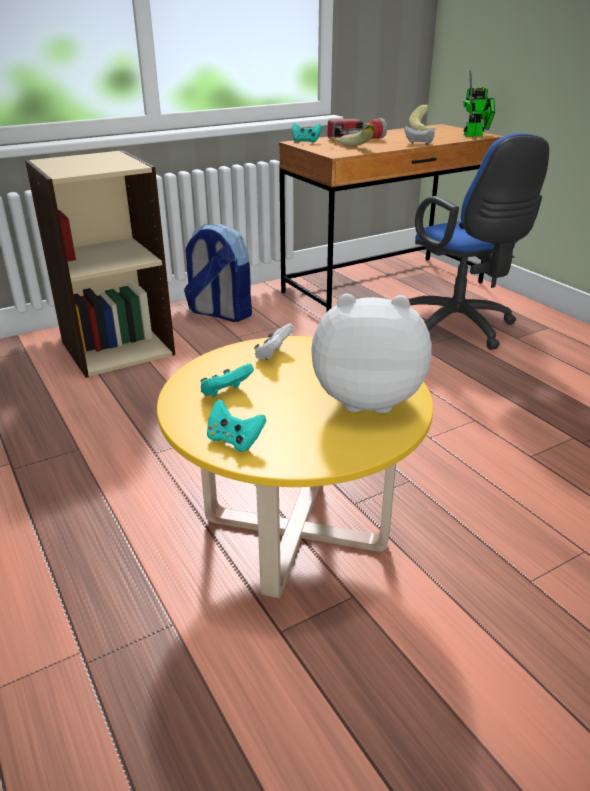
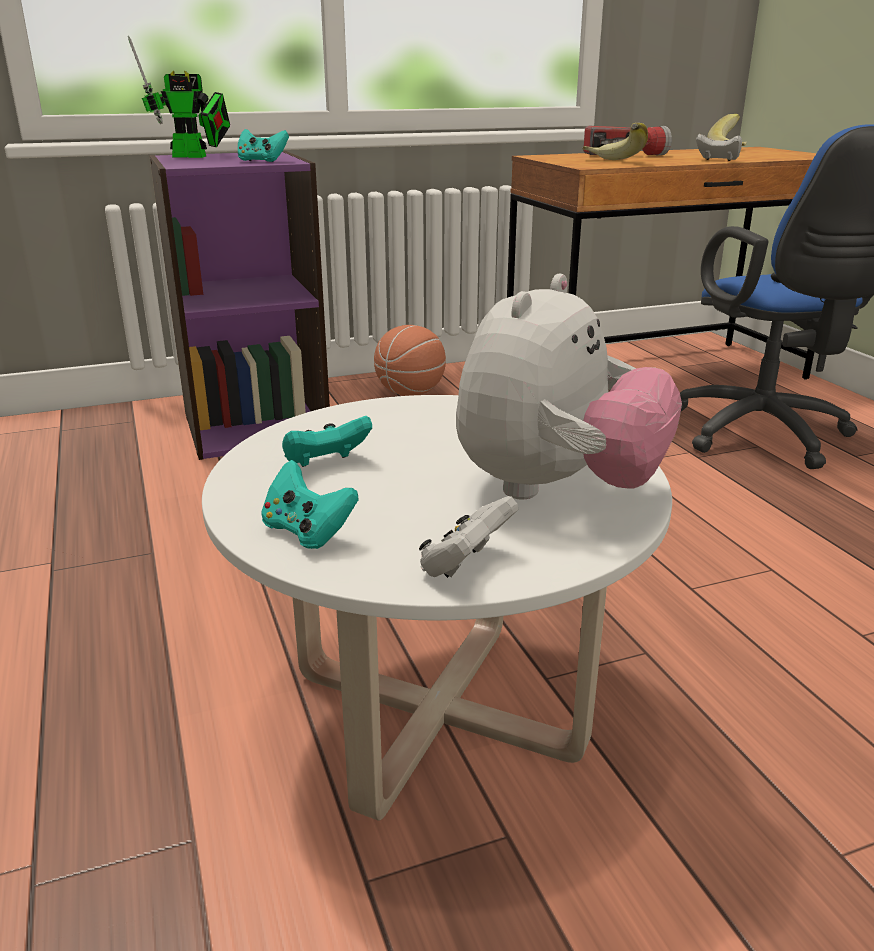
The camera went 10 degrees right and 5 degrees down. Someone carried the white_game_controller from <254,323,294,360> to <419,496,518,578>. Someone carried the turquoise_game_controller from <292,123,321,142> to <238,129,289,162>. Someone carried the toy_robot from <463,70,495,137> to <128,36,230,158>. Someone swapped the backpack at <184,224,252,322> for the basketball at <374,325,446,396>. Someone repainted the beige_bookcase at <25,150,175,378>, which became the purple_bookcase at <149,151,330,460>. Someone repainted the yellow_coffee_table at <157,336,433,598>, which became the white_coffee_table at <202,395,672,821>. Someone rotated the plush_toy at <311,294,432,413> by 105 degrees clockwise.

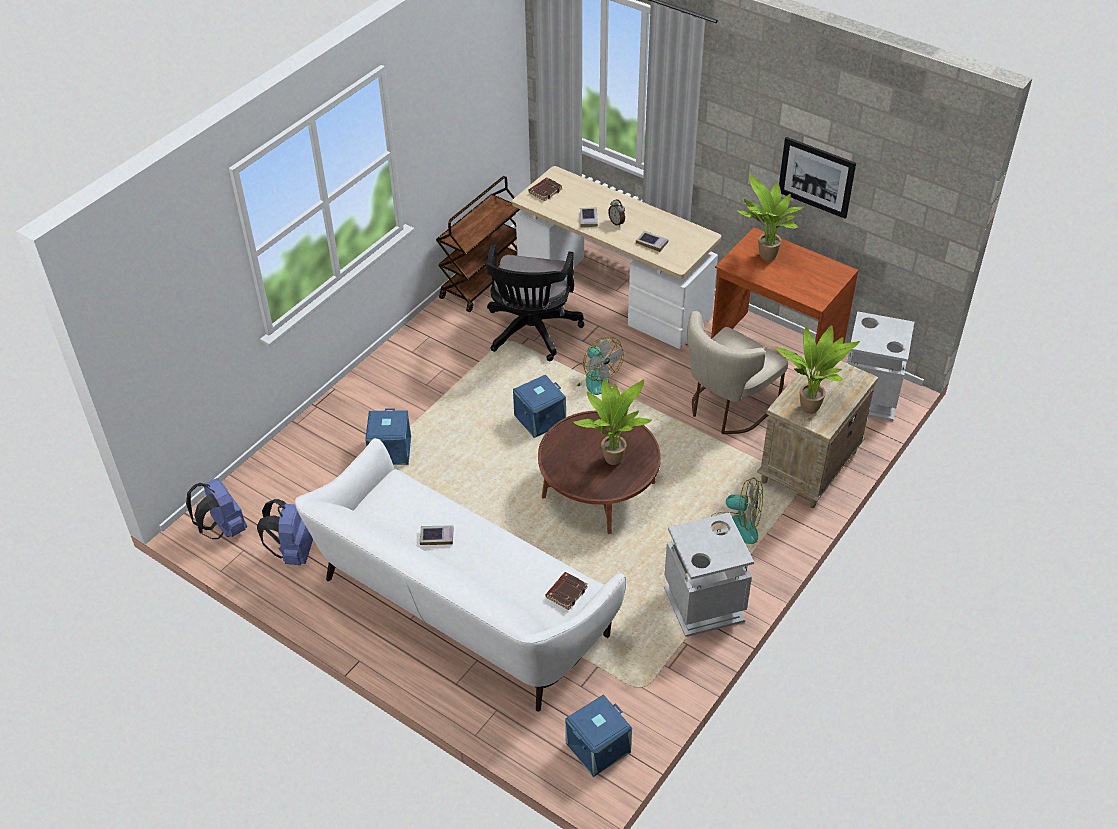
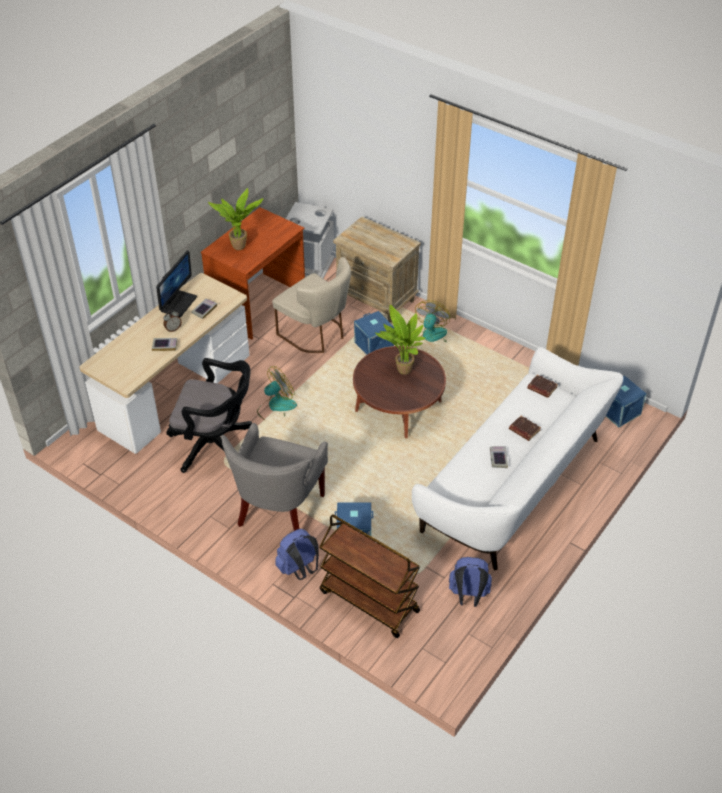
The camera went 90 degrees left and 0 degrees up. Someone took away the grey_trash_can at <664,512,754,637>. Someone took away the potted_plant at <776,325,860,414>. Someone took away the picture at <779,137,856,219>. Someone put down the monitor at <156,250,197,317>. Someone put down the grey_armchair at <221,423,328,531>. Someone carried the blue_backpack from <186,478,247,539> to <275,529,319,580>. Someone carried the brown_cart from <436,176,520,312> to <319,515,420,638>. Someone carried the blue_storage_box from <513,374,566,438> to <354,311,394,355>. Someone carried the brown_book from <529,178,563,201> to <509,416,541,441>.

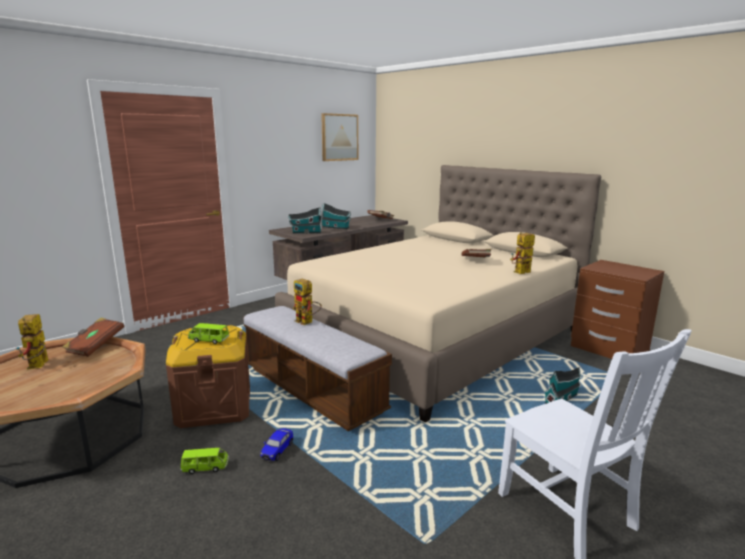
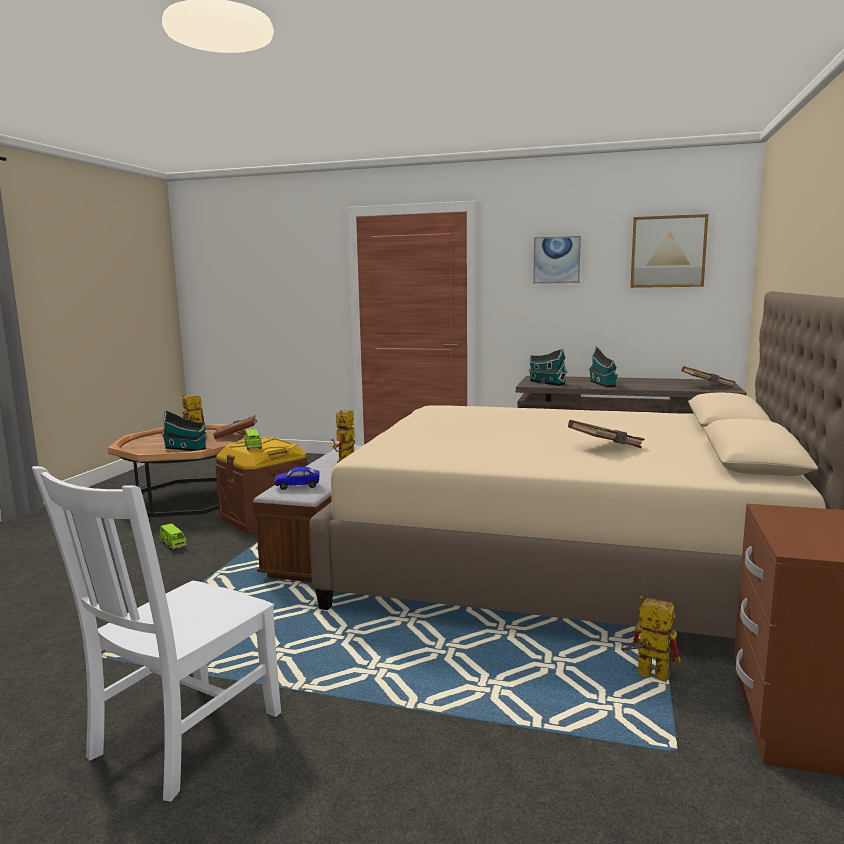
The camera went 60 degrees right and 5 degrees down. Someone put up the picture at <533,236,581,284>. Someone carried the toy_car from <260,428,293,461> to <274,467,319,490>. Someone carried the toy_robot from <510,232,535,274> to <621,596,681,682>. Someone carried the toy_house from <544,367,581,404> to <162,410,208,451>.

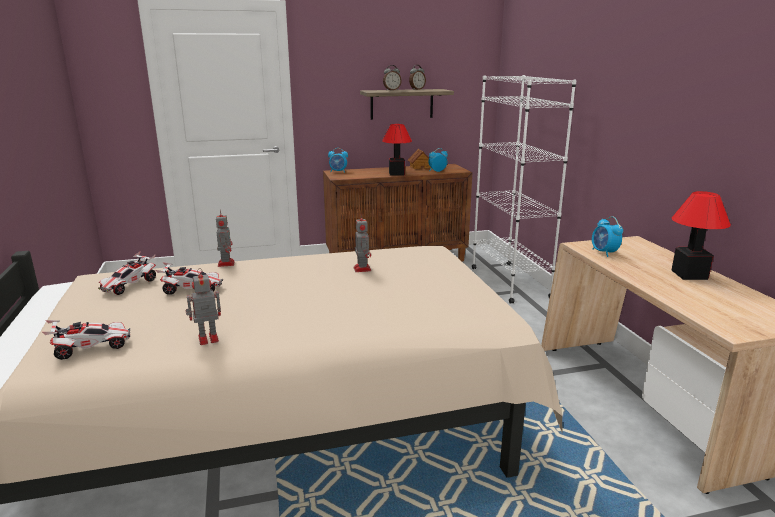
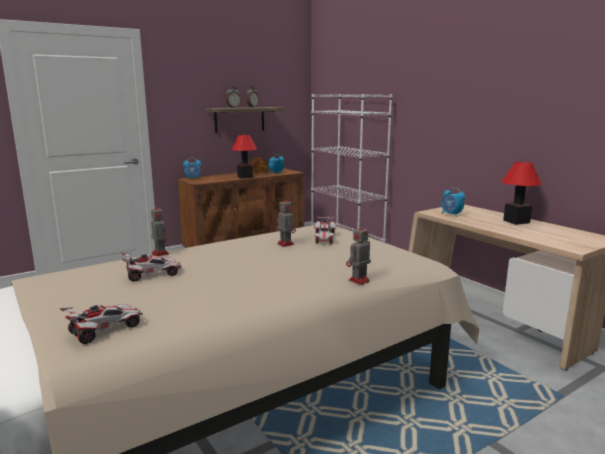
The camera went 20 degrees left and 5 degrees down. Someone carried the toy_car from <98,252,156,295> to <314,215,336,244>. Someone carried the toy_robot from <186,268,221,345> to <346,222,371,285>.

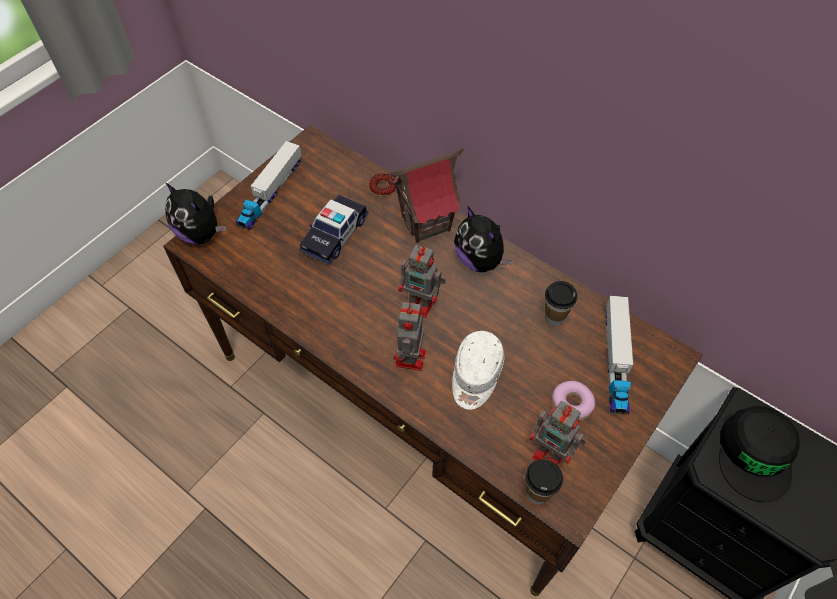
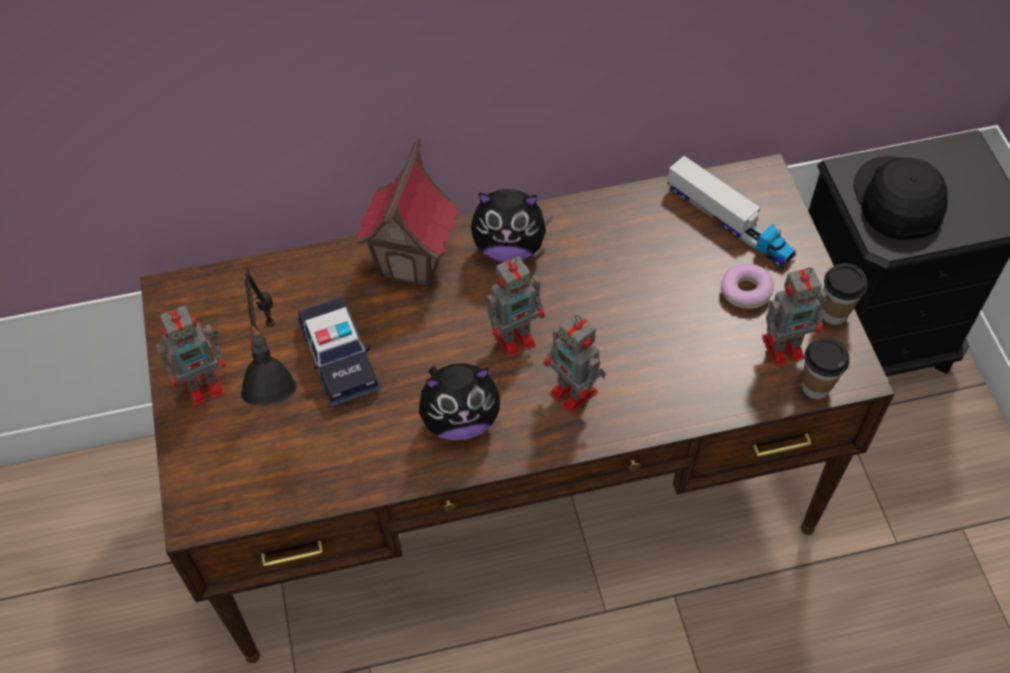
The camera went 50 degrees left and 0 degrees up. Someone took away the donut at <369,173,396,197>. Someone took away the white_cap at <452,331,504,410>. Someone put down the black_table_lamp at <241,268,297,406>. Someone carried the plush_toy from <165,183,227,244> to <419,363,501,440>. Someone carried the cup from <545,281,577,326> to <822,263,868,325>. Someone swapped the toy_truck at <236,141,302,230> for the toy_robot at <156,306,226,405>. Someone rotated the black_cap at <719,406,800,502> by 150 degrees counterclockwise.

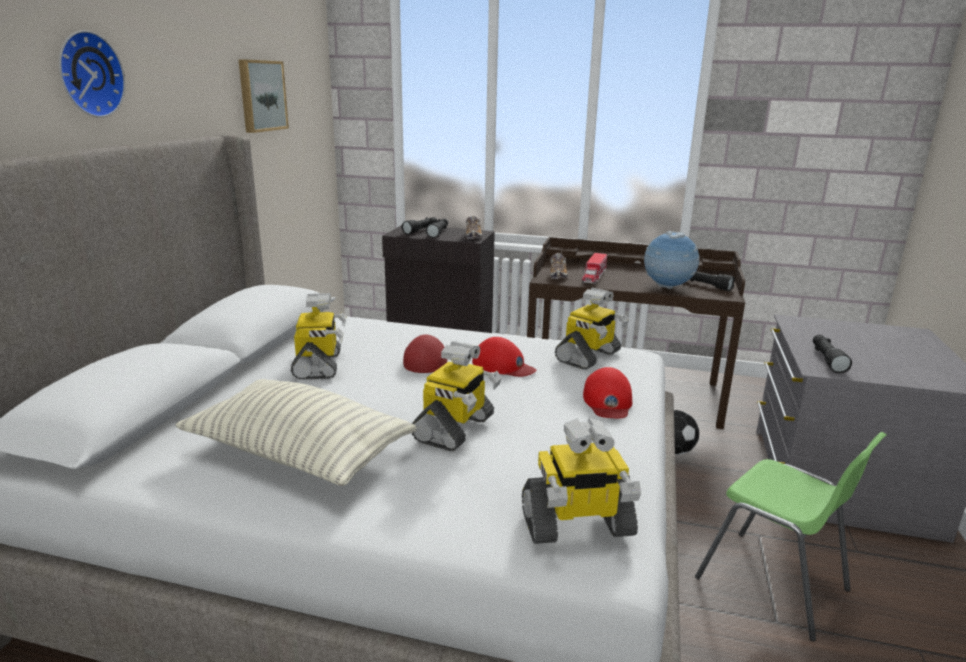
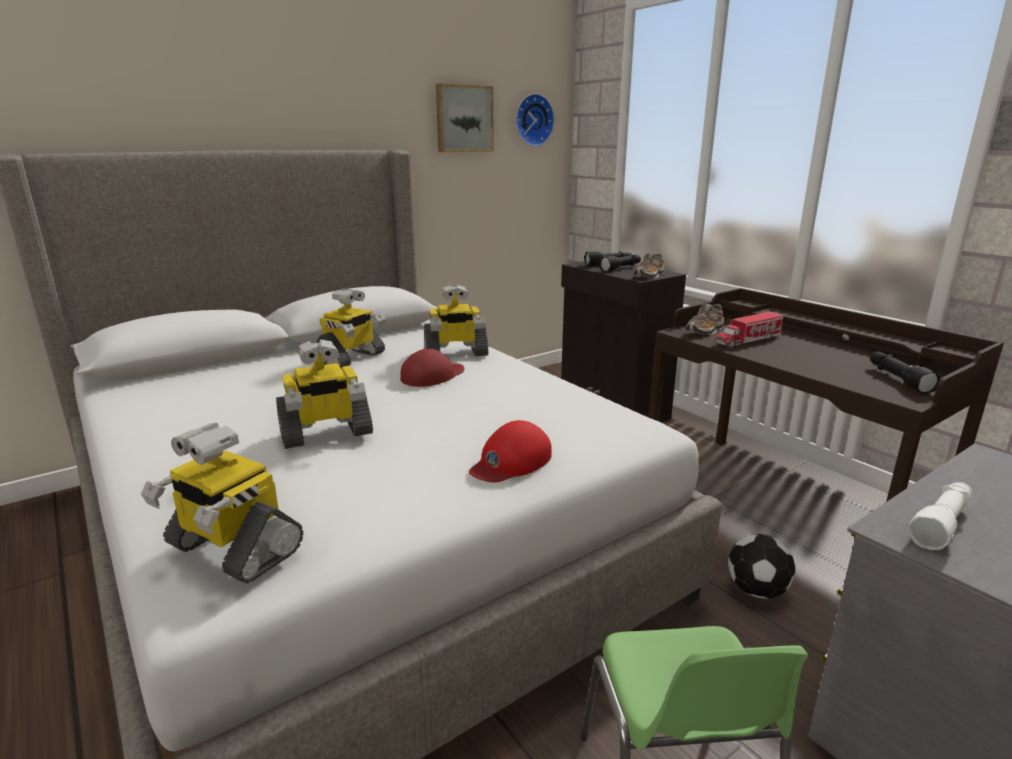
The camera went 40 degrees right and 0 degrees up. Someone took away the pillow at <175,379,417,486>. Someone took away the red_cap at <472,337,536,377>. Someone took away the globe at <644,231,700,289>. Someone carried the wall_clock from <59,30,126,118> to <516,94,555,147>. Someone carried the toy_robot from <555,287,629,370> to <424,285,489,356>. Someone repainted the black_flashlight at <813,335,852,373>, which became the white_flashlight at <908,482,973,550>.

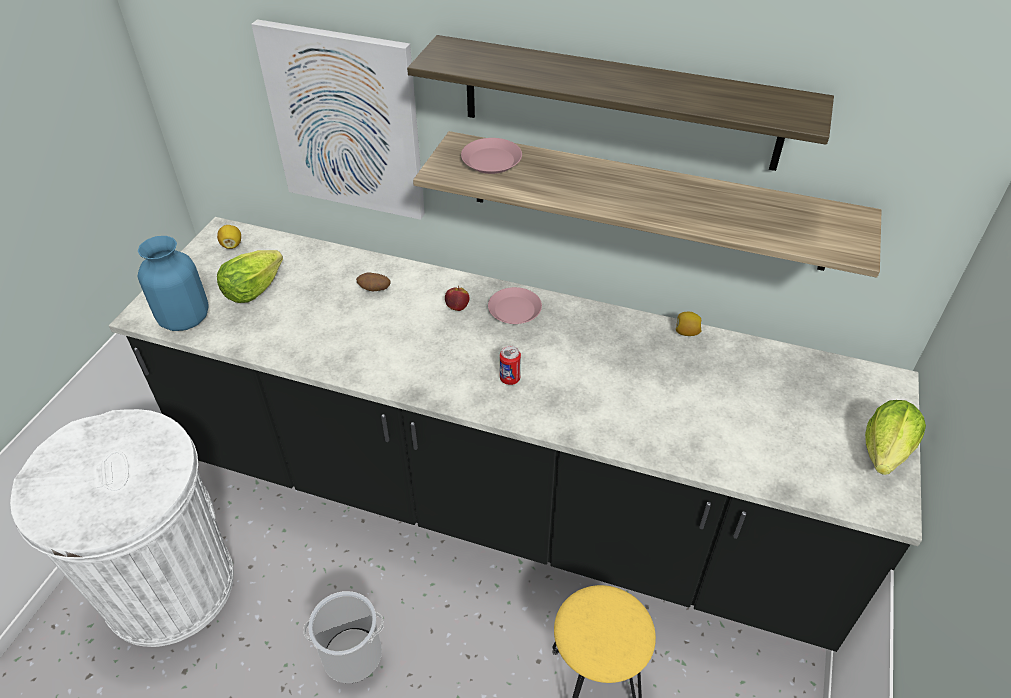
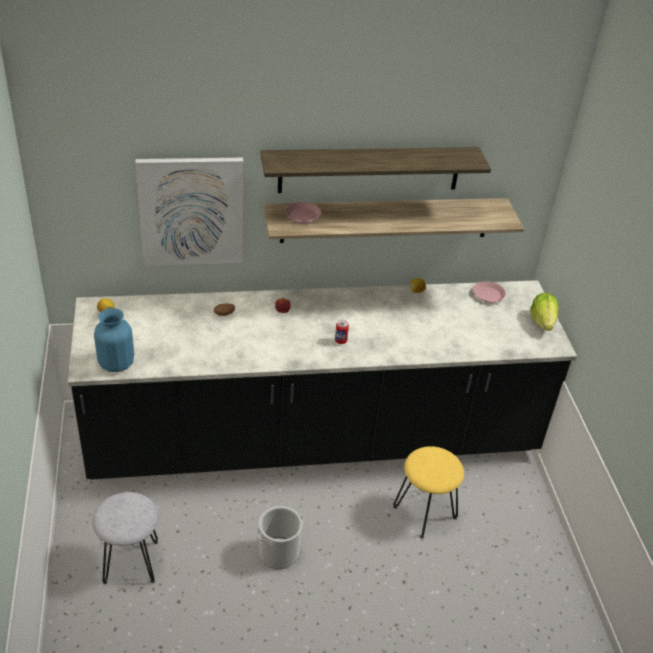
The camera went 30 degrees left and 5 degrees down. Someone took away the lettuce at <217,250,283,303>. Someone carried the pink_plate from <488,287,542,324> to <473,281,506,303>. Someone swapped the white_trash_can at <10,409,234,647> for the grey_stool at <92,492,159,584>.

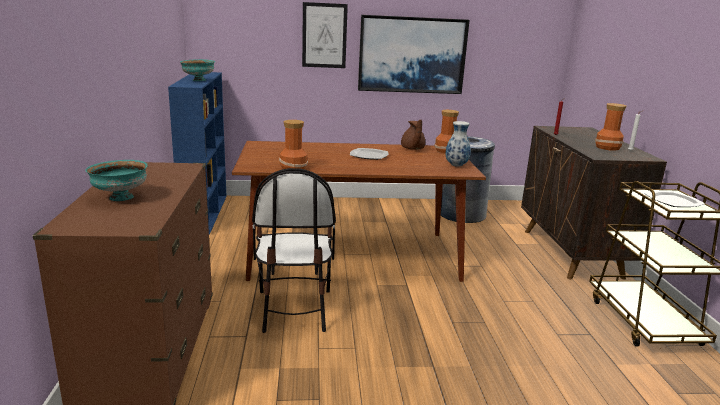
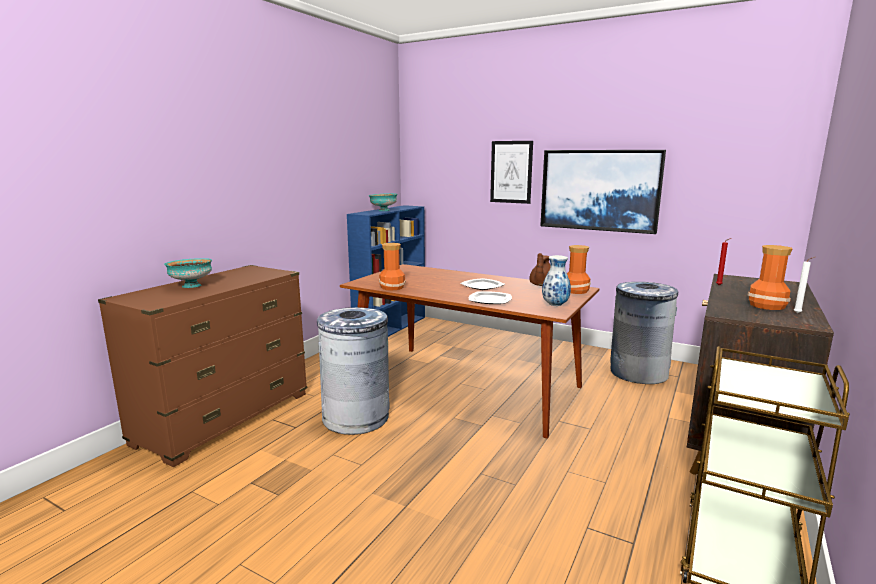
The camera went 35 degrees right and 5 degrees down. Someone carried the plate from <644,191,705,207> to <469,291,512,304>. Someone swapped the chair at <252,168,336,333> for the grey_trash_can at <317,307,390,435>.

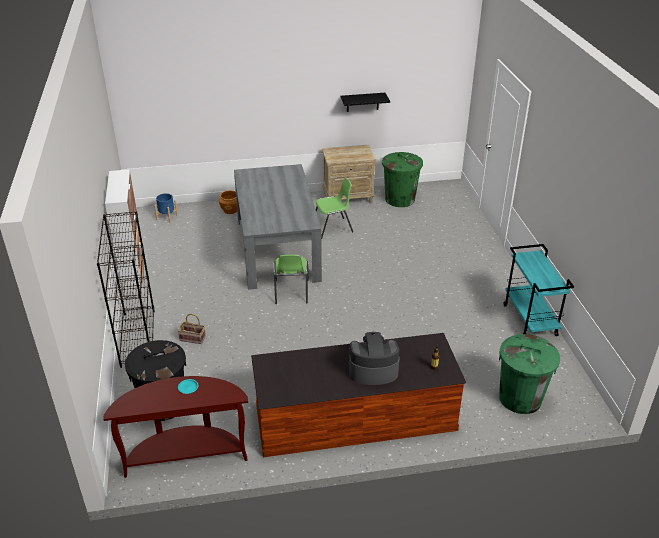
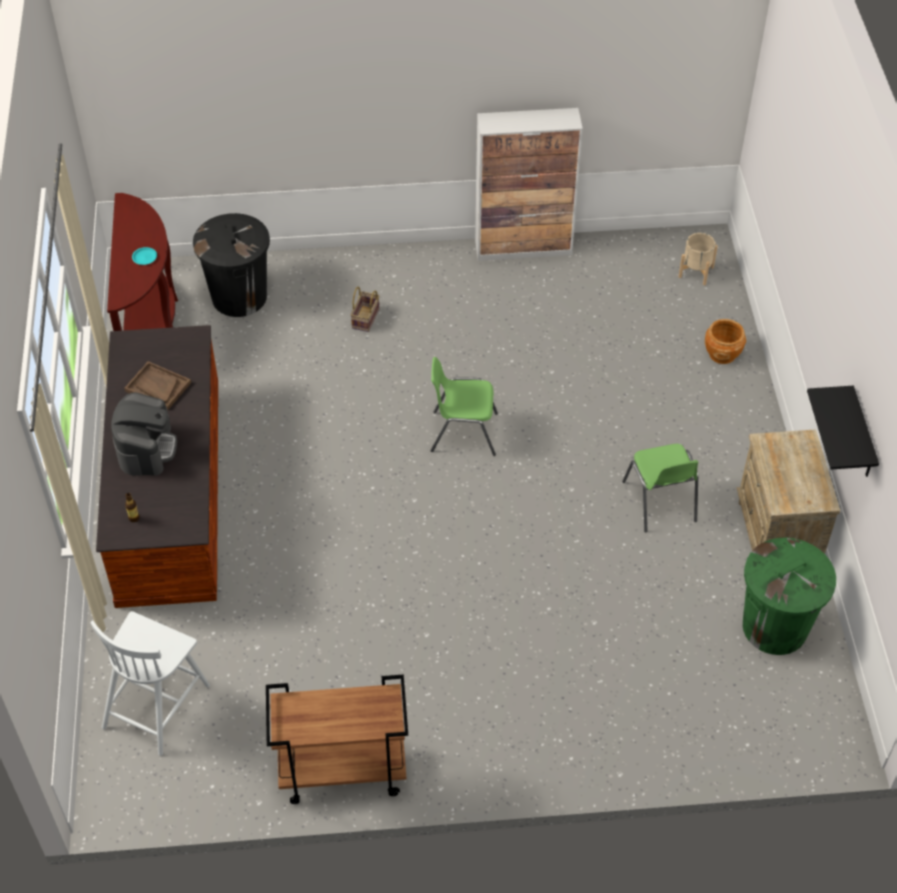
The camera went 95 degrees right and 15 degrees up. Someone took away the black_bookcase at <97,211,155,368>. Someone took away the grey_dining_table at <234,164,322,290>. Someone put down the brown_tray at <124,361,191,410>. Someone swapped the green_trash_can at <499,334,560,414> for the white_chair at <90,611,210,756>. Someone repainted the blue_planter at <154,193,178,223>, which became the beige_planter at <679,233,718,285>. Someone repainted the turquoise_cart at <504,244,574,336>, which became the brown_cart at <266,675,408,804>.

